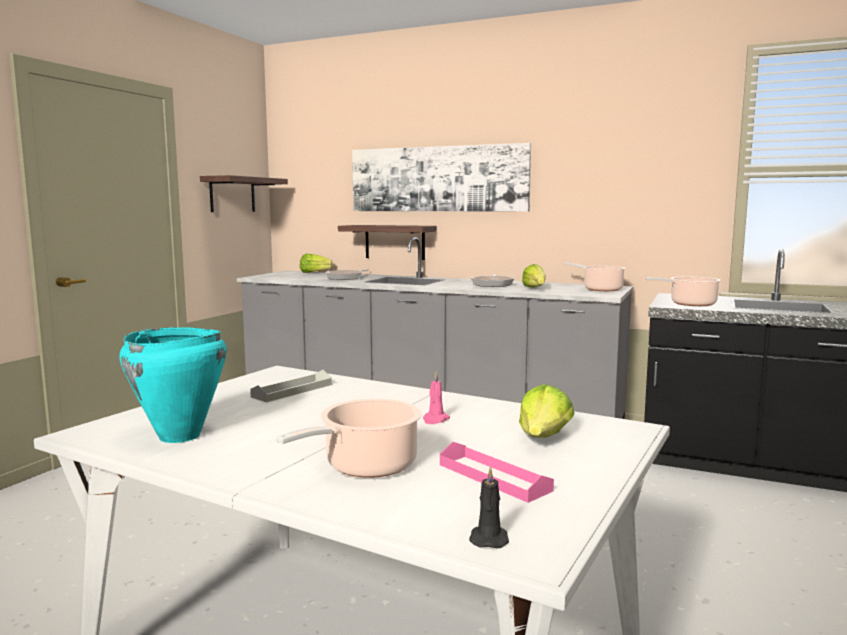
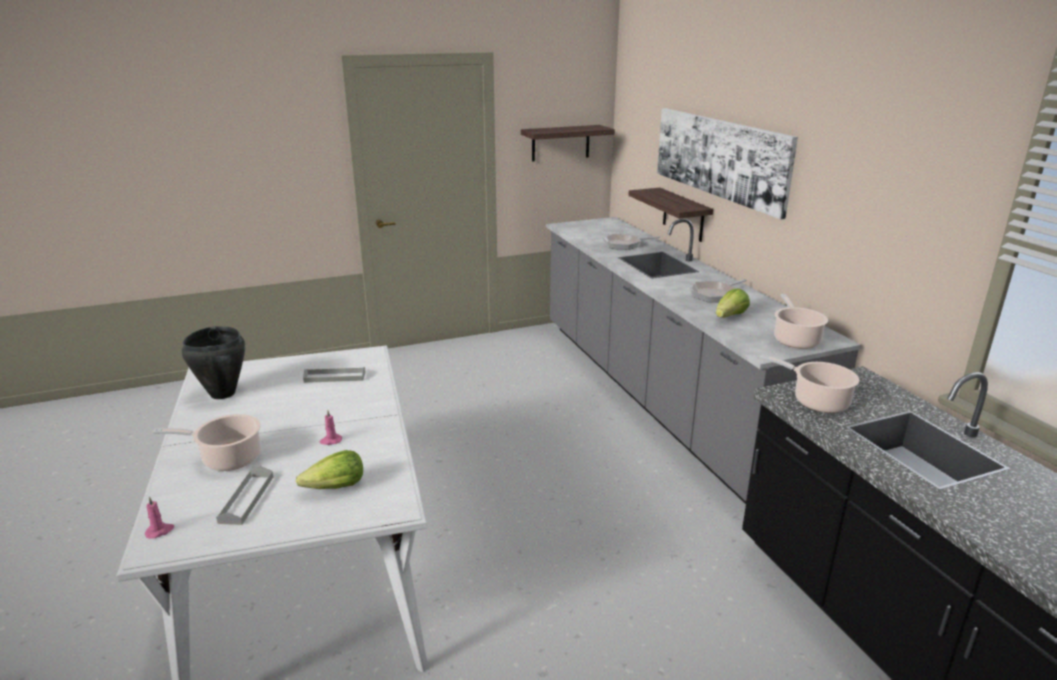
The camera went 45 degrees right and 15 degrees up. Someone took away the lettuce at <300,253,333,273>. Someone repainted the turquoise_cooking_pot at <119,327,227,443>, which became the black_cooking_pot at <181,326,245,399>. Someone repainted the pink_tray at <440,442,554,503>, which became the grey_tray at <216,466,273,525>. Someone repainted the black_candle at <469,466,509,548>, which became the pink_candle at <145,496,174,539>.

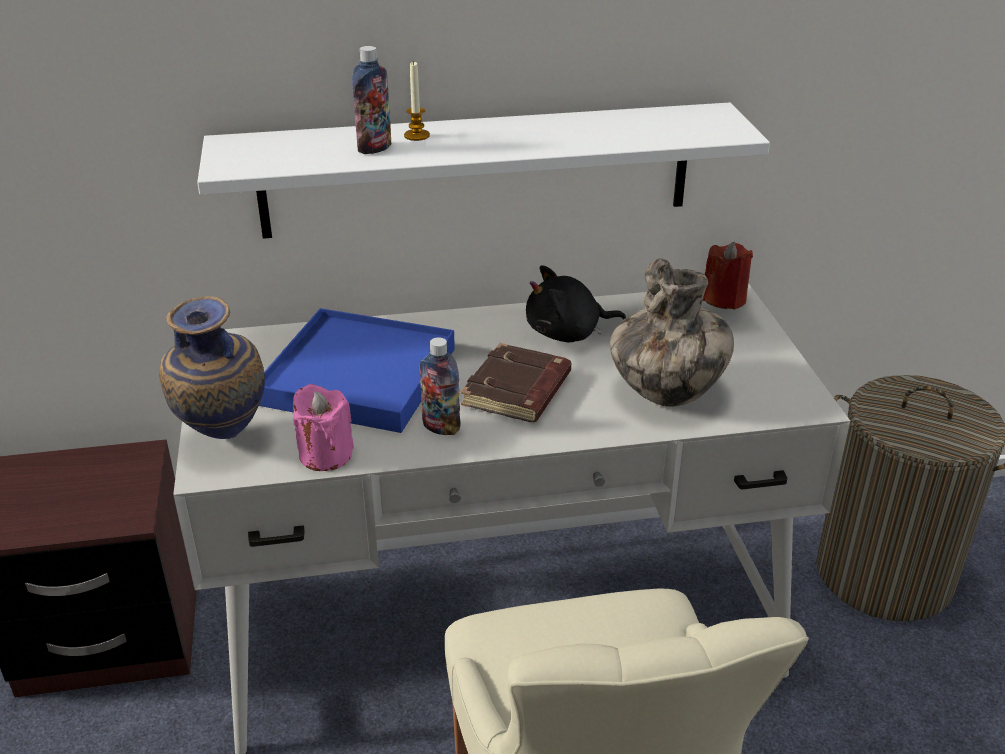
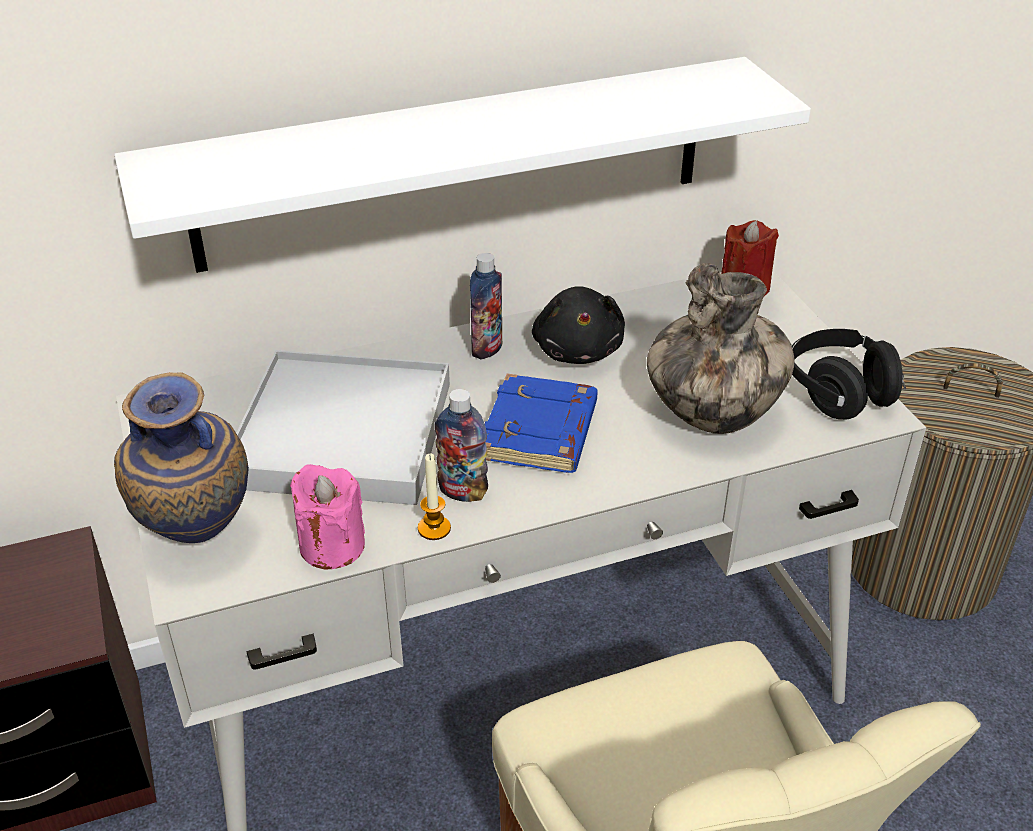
The camera went 10 degrees left and 5 degrees up. Someone put down the black_headphones at <792,329,906,419>. Someone carried the bottle from <352,46,391,154> to <470,253,503,360>. Someone carried the candle from <404,61,430,141> to <418,454,451,540>. Someone repainted the blue_tray at <259,308,455,433>, which became the white_tray at <236,350,450,505>. Someone repainted the brown_book at <461,343,571,422>, which became the blue_book at <485,373,598,473>. Someone rotated the black_plush_toy at <526,265,626,342> by 75 degrees counterclockwise.

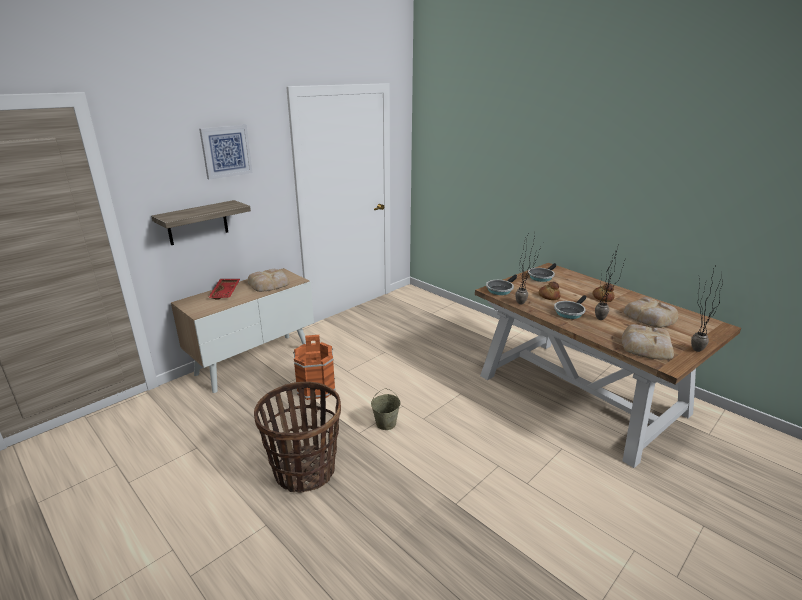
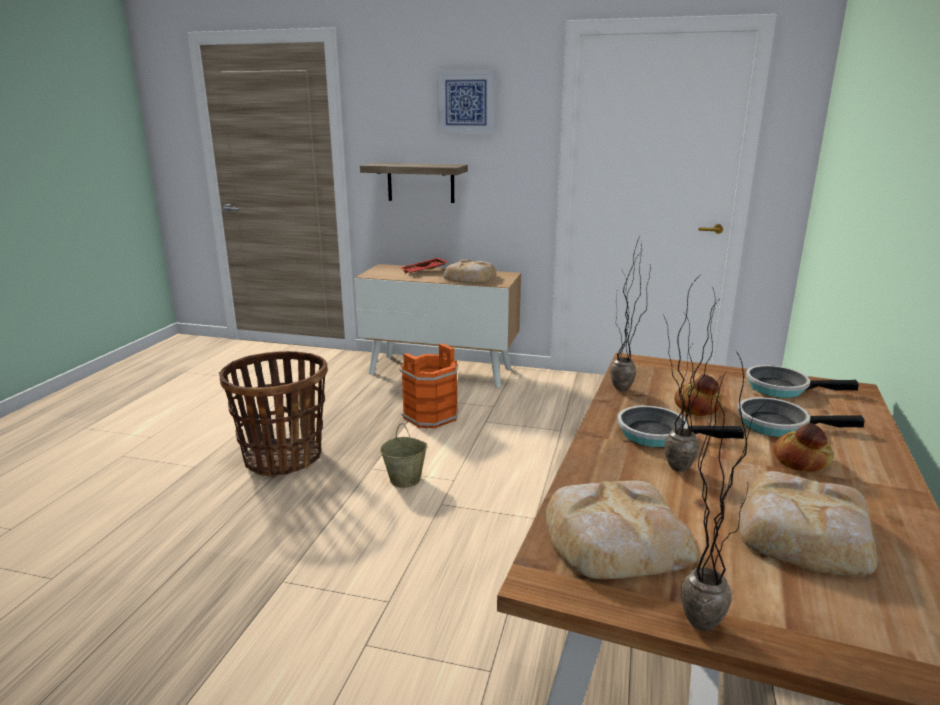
The camera went 60 degrees right and 5 degrees down. Someone carried the frying_pan from <486,275,517,295> to <737,397,865,437>.

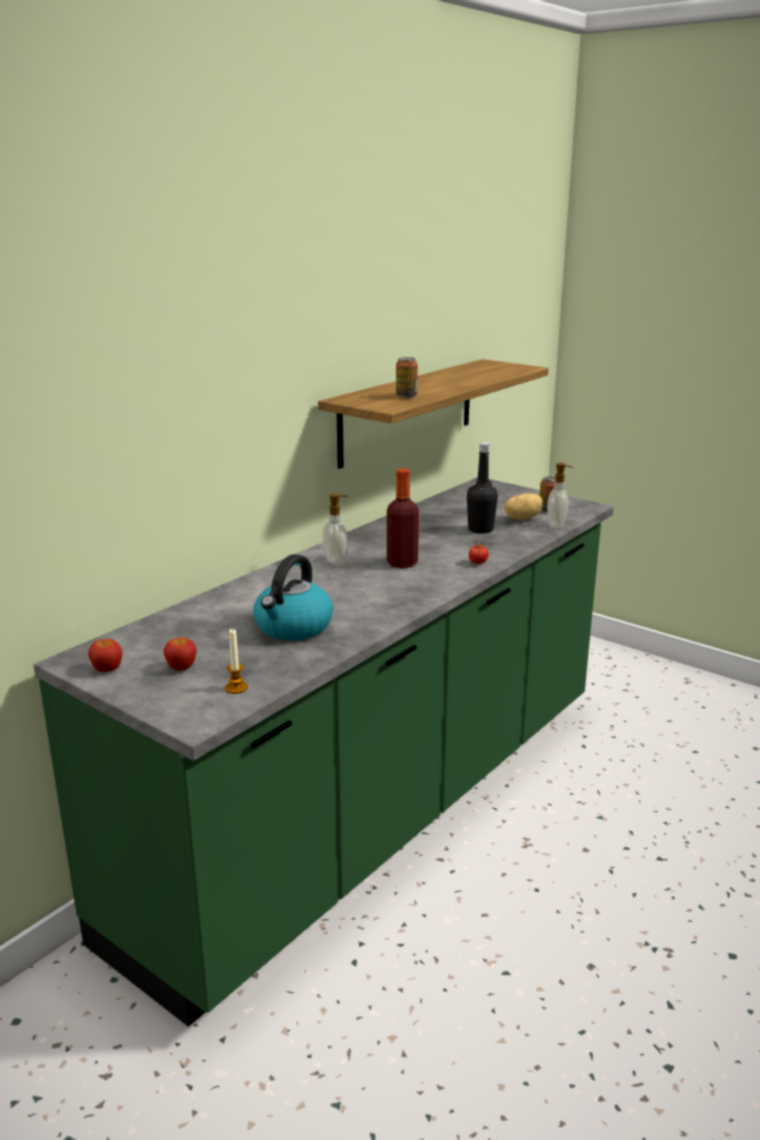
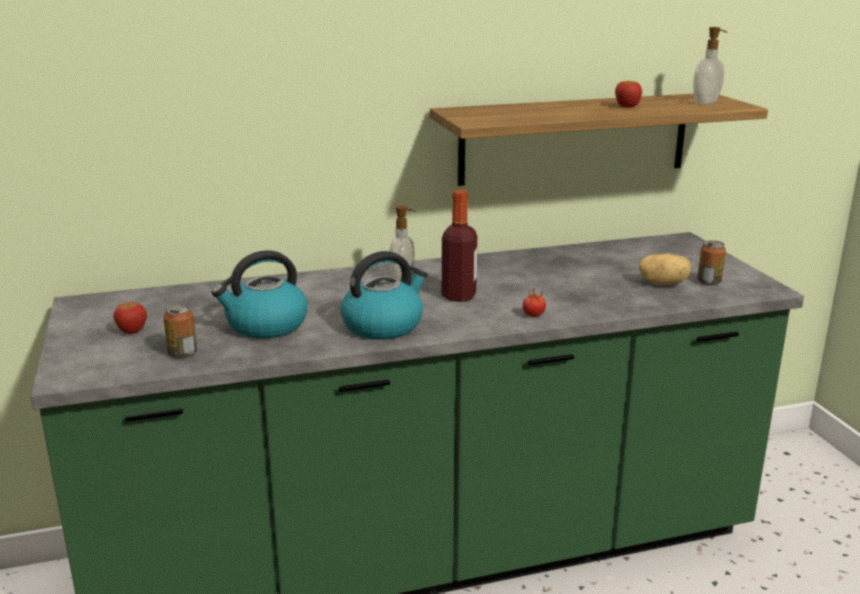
The camera went 35 degrees right and 0 degrees up. Someone took away the candle at <225,628,248,694>. Someone took away the black_bottle at <467,442,498,534>. Someone put down the kettle at <341,251,428,340>. Someone carried the apple from <88,639,122,672> to <615,80,642,108>. Someone carried the can from <396,357,418,398> to <163,304,197,359>. Someone carried the soap_dispenser from <547,463,573,529> to <693,27,728,105>.

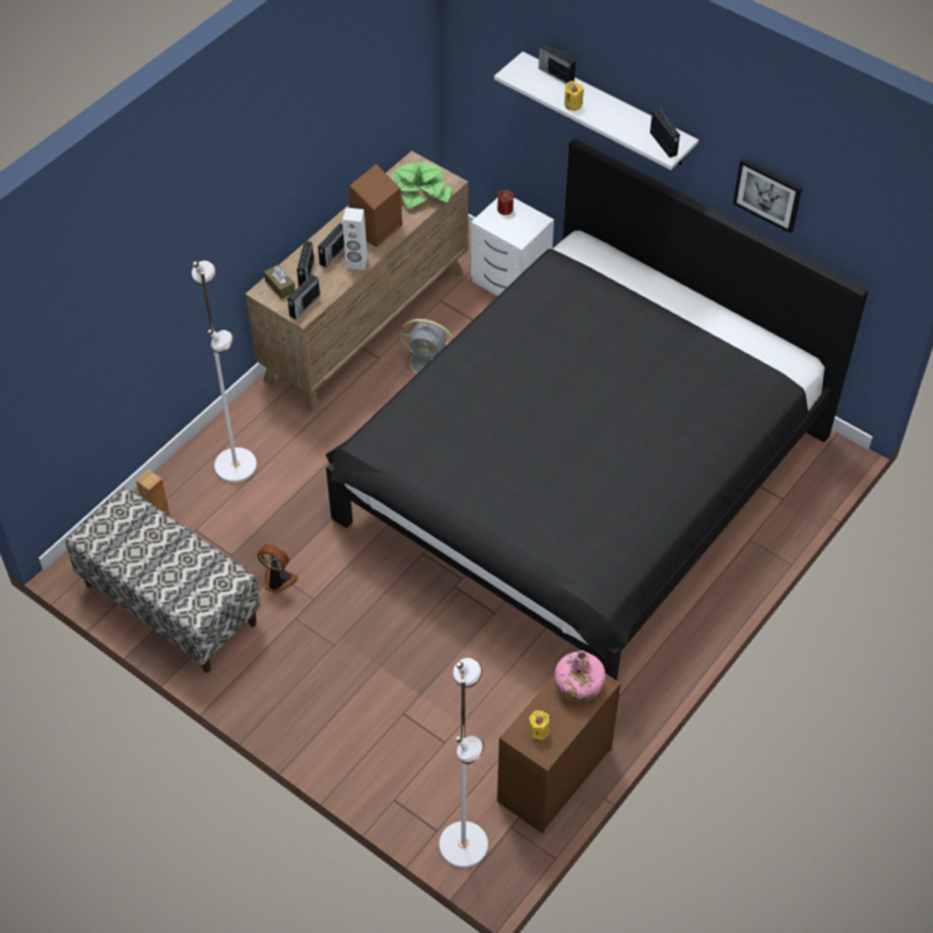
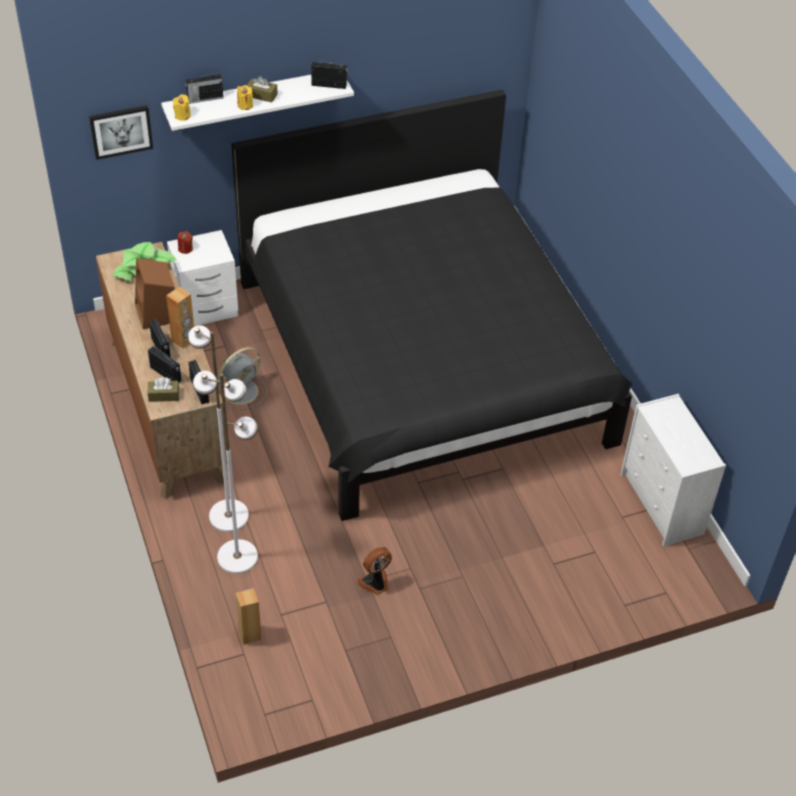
The camera went 60 degrees left and 5 degrees down. Someone took away the bench at <66,487,261,673>. Someone took away the pink_bottle at <555,650,605,702>. Someone put down the brown_tissue_box at <246,76,278,103>. Someone carried the white_floor_lamp from <439,658,488,868> to <188,325,249,532>. Someone carried the yellow_candle from <529,710,549,740> to <173,94,191,121>. Someone carried the picture from <733,158,802,234> to <89,105,153,160>. Someone repainted the white_speaker at <342,207,368,270>, which became the brown_speaker at <166,287,194,348>. Someone repainted the brown_dresser at <497,652,621,834>, which became the white_dresser at <620,394,726,546>.

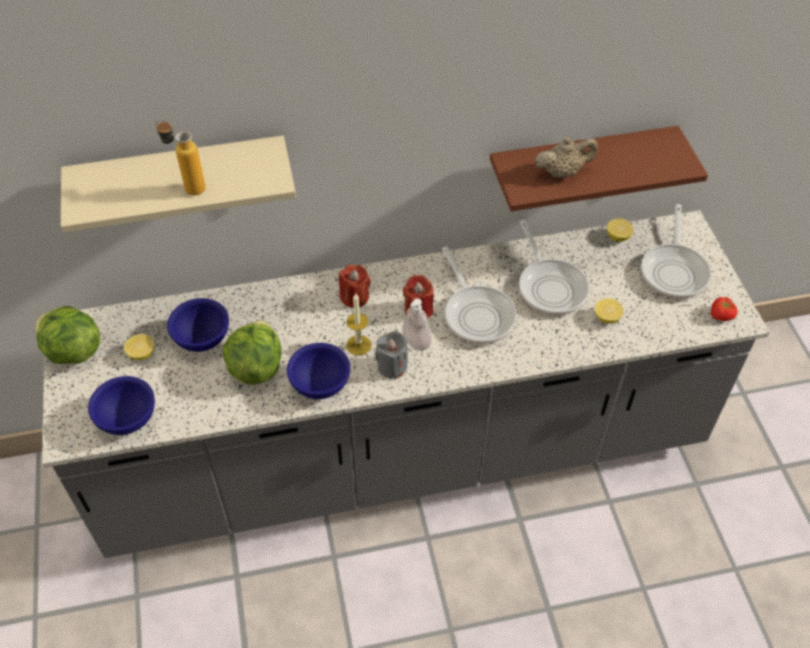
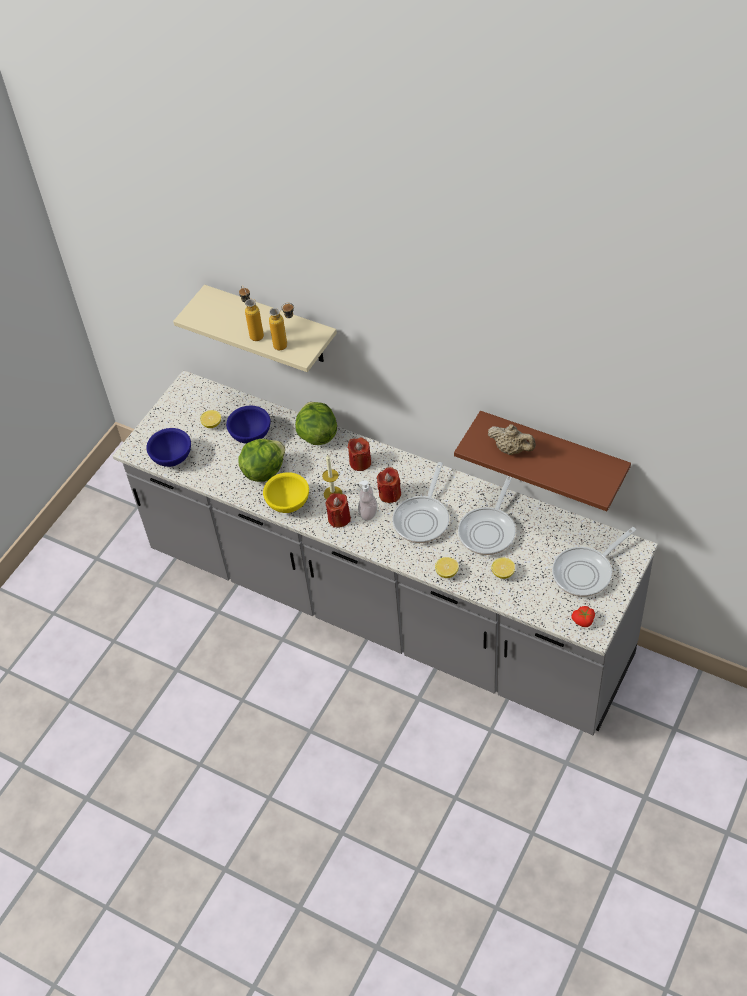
The camera went 45 degrees right and 0 degrees up. Someone put down the bottle at <269,302,294,350>. Someone carried the lettuce from <36,306,100,364> to <295,402,337,445>. Someone carried the lemon from <607,219,634,242> to <435,557,459,578>. Someone repainted the blue_bowl at <287,343,350,399>, which became the yellow_bowl at <263,472,309,513>. Someone repainted the grey_candle at <375,331,408,379>, which became the red_candle at <326,493,351,528>.

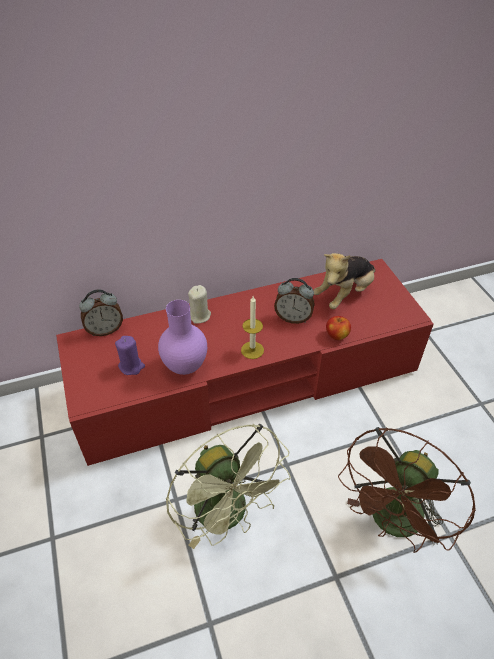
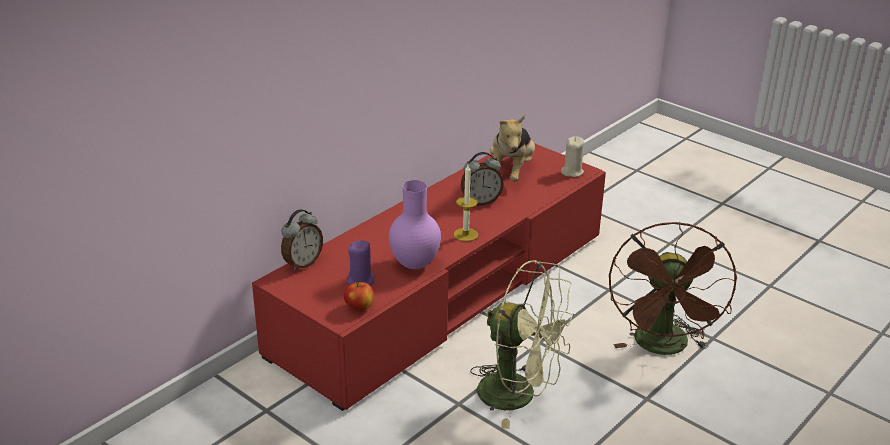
The camera went 30 degrees left and 15 degrees down. Someone carried the beige_candle from <188,285,211,324> to <561,136,584,177>. Someone carried the apple from <326,316,351,340> to <344,282,374,312>.

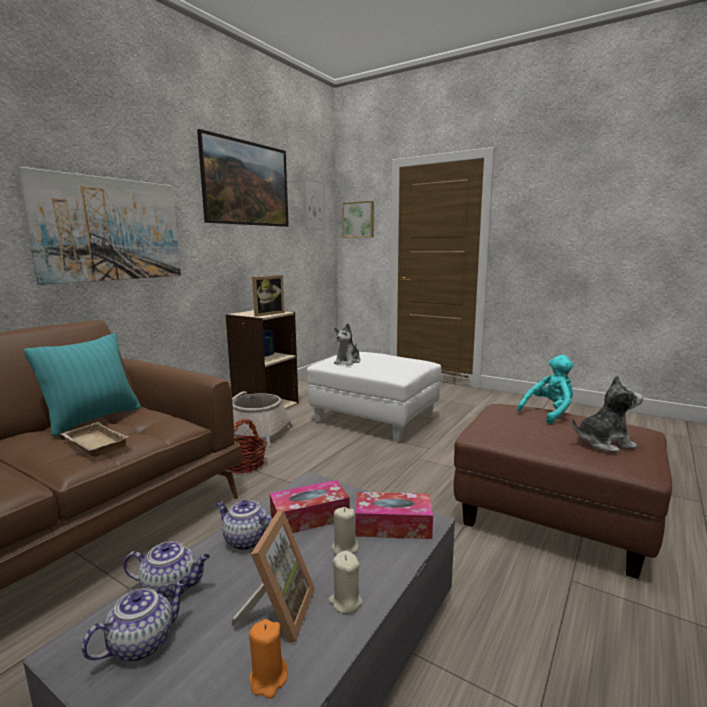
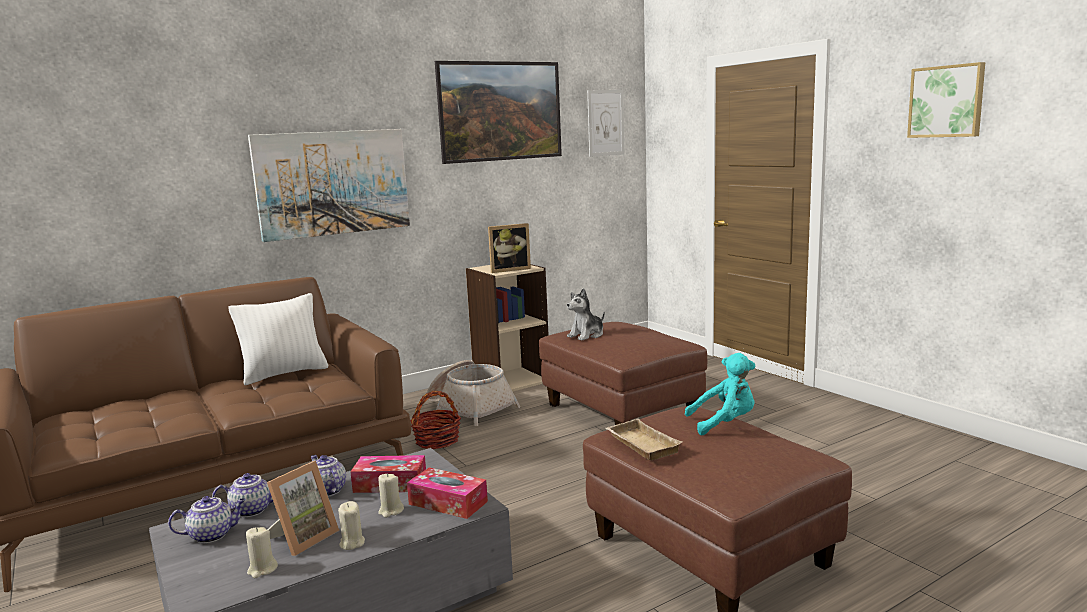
The camera went 25 degrees right and 0 degrees up. Someone took away the plush_toy at <572,375,643,452>. Someone carried the beige_tray from <61,422,129,457> to <605,419,683,460>. Someone carried the picture from <342,201,374,238> to <907,62,985,138>. Someone repainted the turquoise_pillow at <24,333,141,436>, which became the white_pillow at <228,293,328,385>. Someone repainted the orange_candle at <249,619,288,698>, which became the beige_candle at <246,527,278,578>. Someone repainted the white_ottoman at <307,352,441,442>, which became the brown_ottoman at <539,322,707,425>. Someone rotated the teapot at <124,541,210,598> by 45 degrees counterclockwise.

